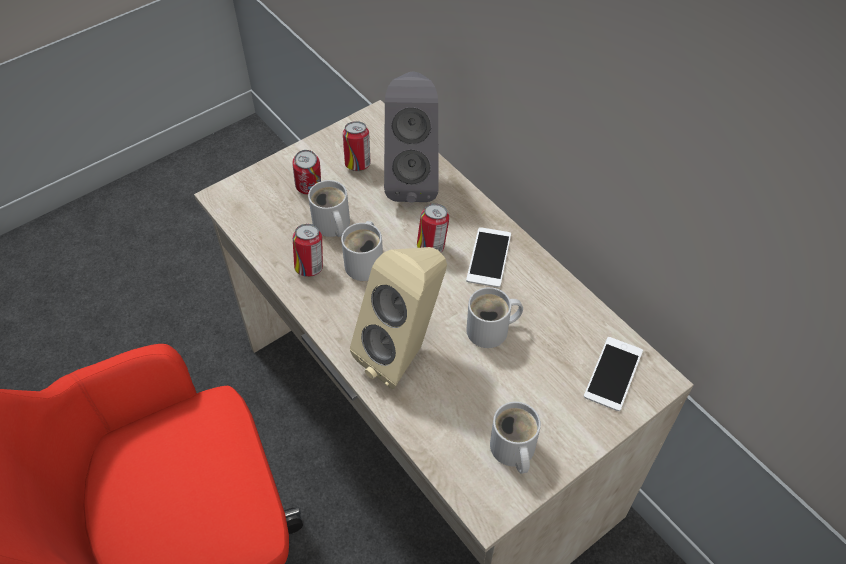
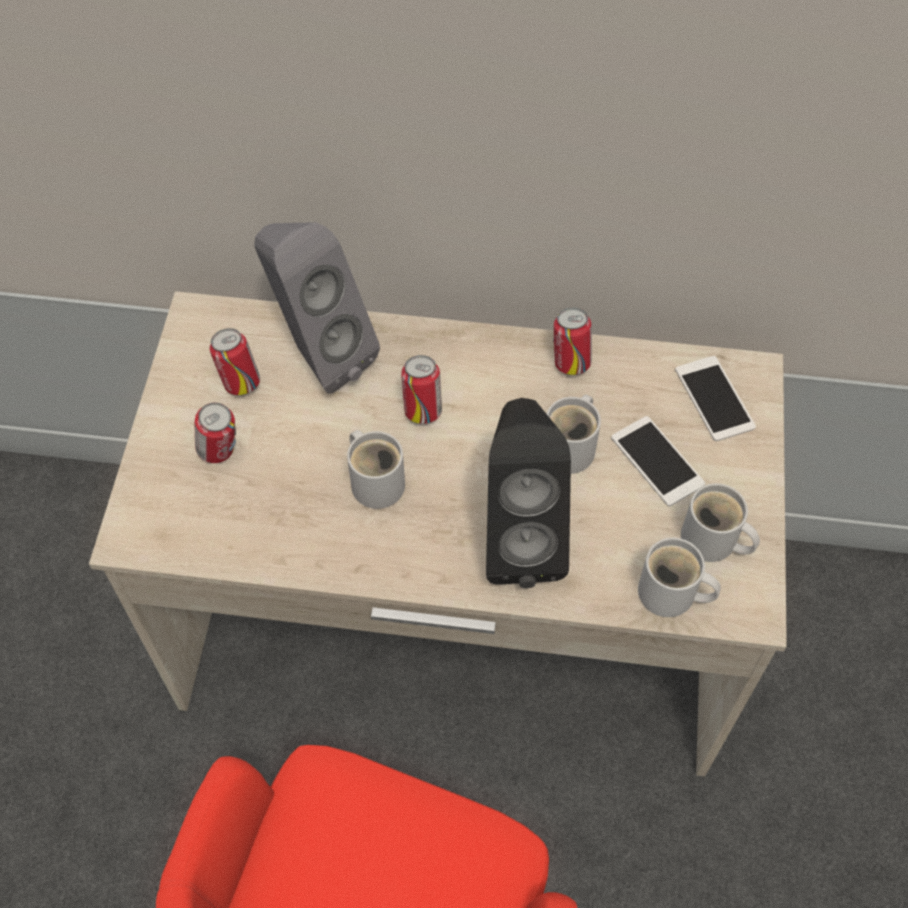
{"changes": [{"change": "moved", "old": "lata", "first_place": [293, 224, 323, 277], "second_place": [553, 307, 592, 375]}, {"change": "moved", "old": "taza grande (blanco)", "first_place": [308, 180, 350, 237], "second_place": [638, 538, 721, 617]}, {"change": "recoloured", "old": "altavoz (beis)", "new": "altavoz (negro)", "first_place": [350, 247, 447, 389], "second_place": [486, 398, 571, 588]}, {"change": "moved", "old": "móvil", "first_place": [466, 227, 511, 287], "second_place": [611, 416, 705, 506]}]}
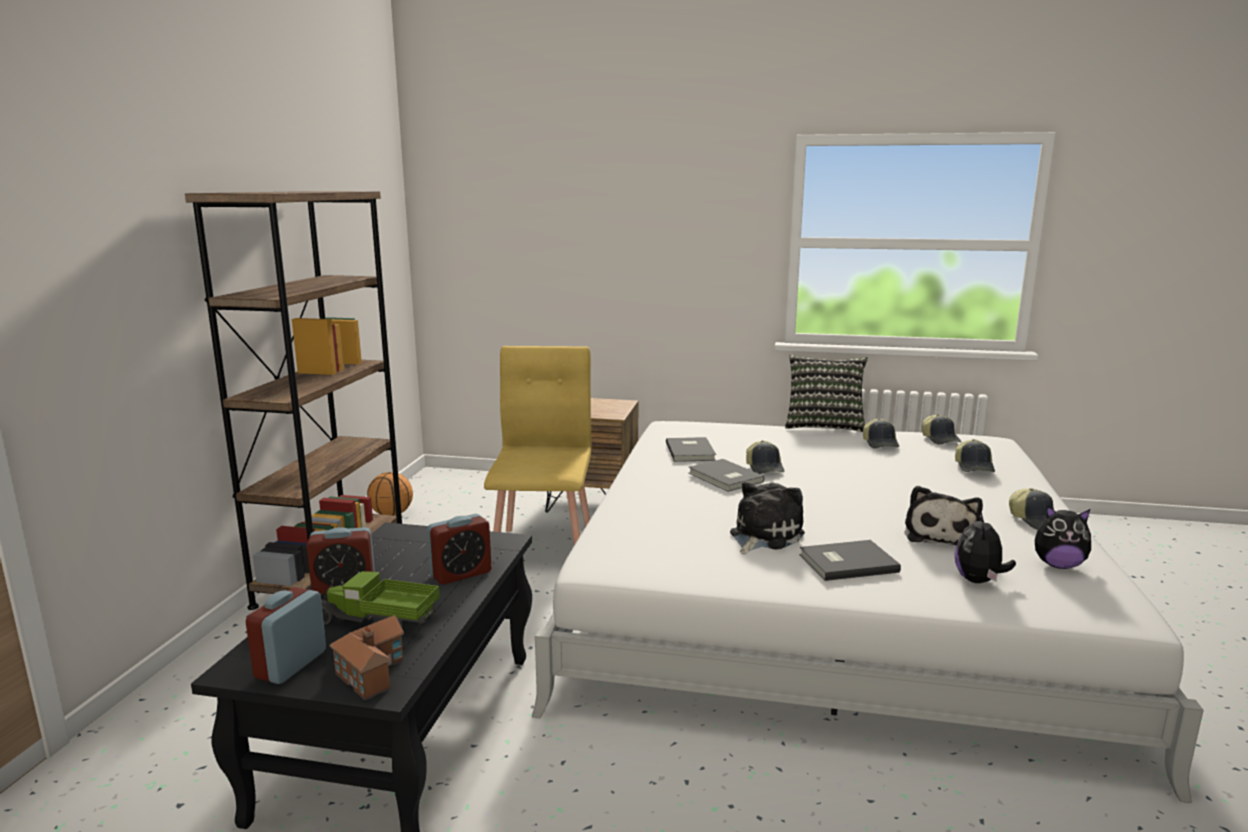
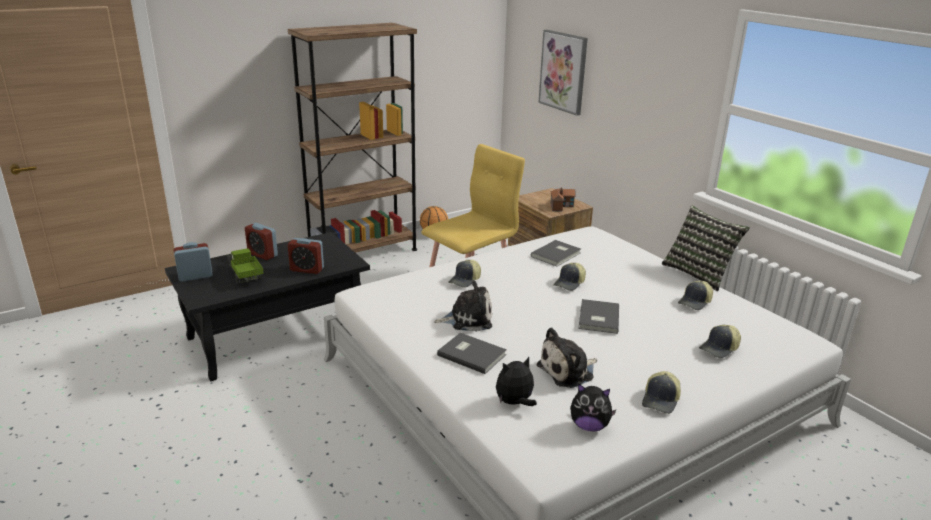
{"changes": [{"change": "moved", "old": "casita", "first_place": [330, 615, 404, 700], "second_place": [550, 187, 576, 212]}, {"change": "moved", "old": "libro (gris)", "first_place": [689, 459, 764, 492], "second_place": [578, 299, 619, 334]}, {"change": "moved", "old": "gorra", "first_place": [922, 414, 962, 444], "second_place": [448, 260, 481, 288]}, {"change": "turned", "old": "peluche", "first_place": [1035, 506, 1091, 569], "second_place": [570, 383, 616, 431], "degrees": -45}, {"change": "added", "new": "cuadro", "second_place": [538, 30, 588, 116]}]}
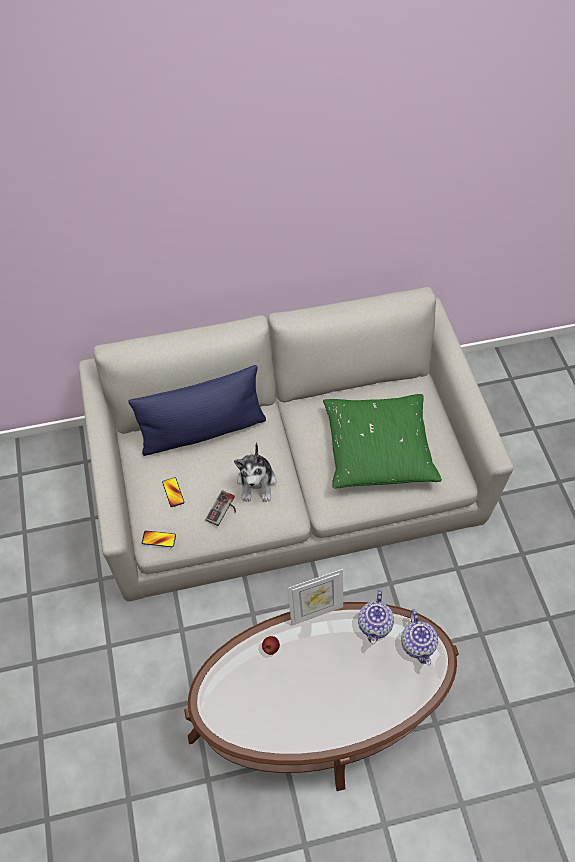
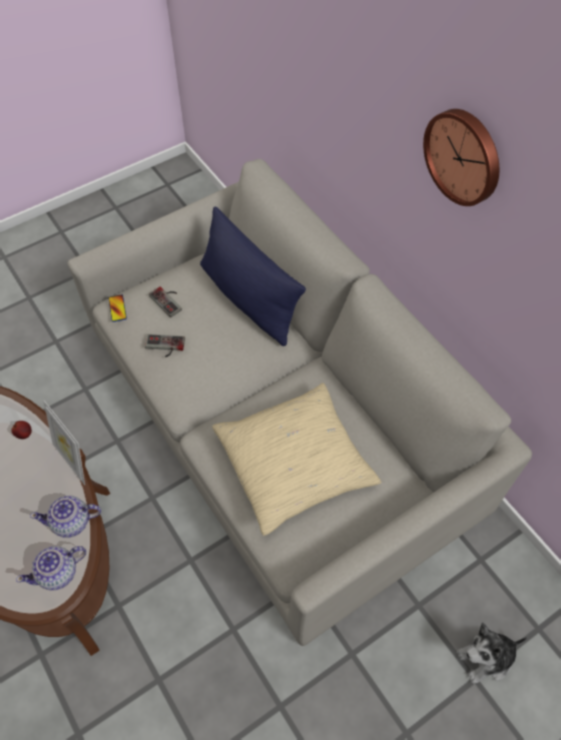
{"changes": [{"change": "replaced", "old": "móvil", "new": "mando de consola", "first_place": [162, 477, 184, 507], "second_place": [149, 287, 182, 318]}, {"change": "moved", "old": "peluche", "first_place": [234, 442, 276, 502], "second_place": [457, 622, 528, 684]}, {"change": "recoloured", "old": "cojín (verde)", "new": "cojín (beis)", "first_place": [323, 394, 442, 489], "second_place": [212, 383, 382, 536]}, {"change": "added", "new": "reloj de pared", "second_place": [423, 109, 499, 206]}]}
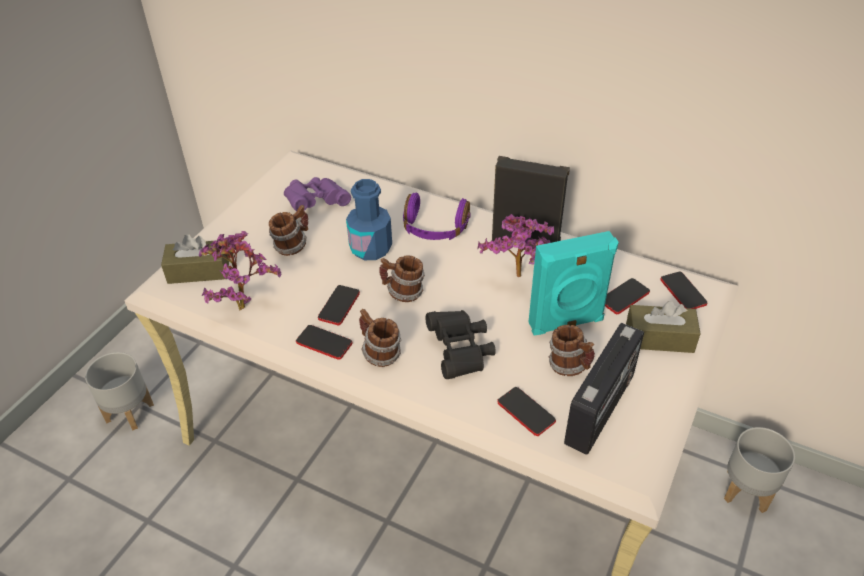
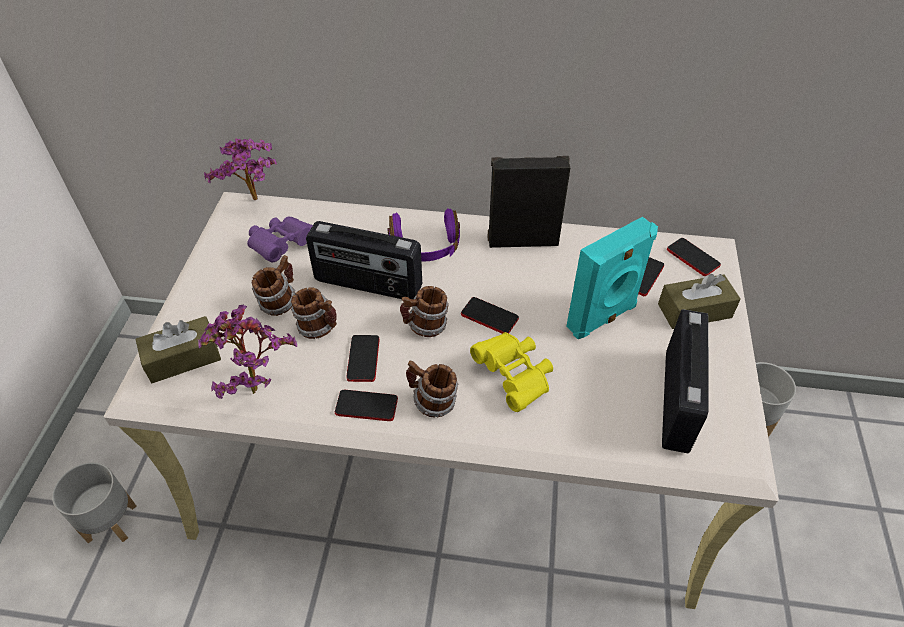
{"changes": [{"change": "replaced", "old": "botella (azul)", "new": "radio", "first_place": [346, 179, 392, 260], "second_place": [306, 221, 422, 299]}, {"change": "recoloured", "old": "prismáticos (negro)", "new": "prismáticos (amarillo)", "first_place": [426, 310, 496, 379], "second_place": [470, 332, 553, 412]}, {"change": "moved", "old": "planta en maceta", "first_place": [477, 214, 554, 277], "second_place": [204, 138, 277, 200]}, {"change": "moved", "old": "móvil", "first_place": [497, 387, 556, 436], "second_place": [461, 297, 519, 333]}, {"change": "moved", "old": "taza grande", "first_place": [549, 325, 595, 376], "second_place": [291, 287, 337, 339]}]}
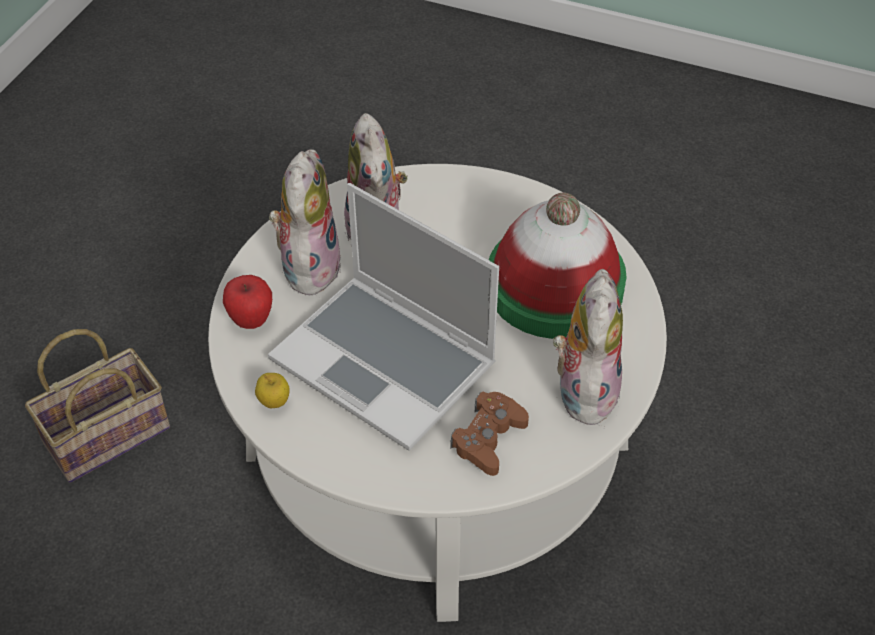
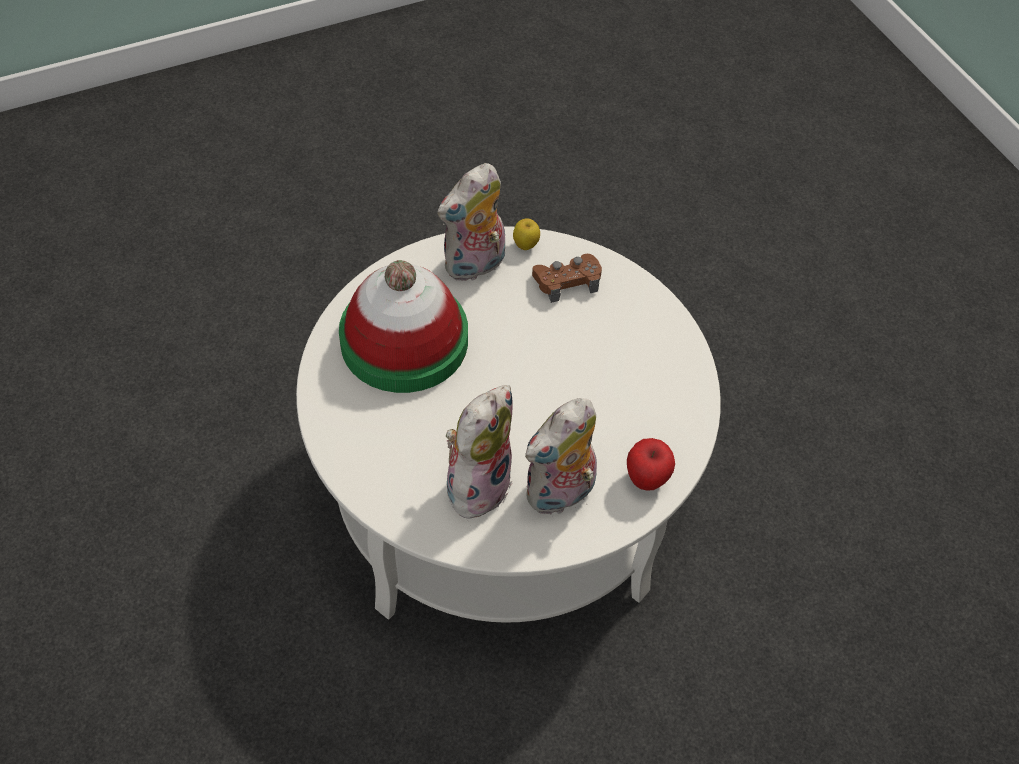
{"changes": [{"change": "removed", "old": "cesta", "first_place": [25, 329, 170, 483]}, {"change": "moved", "old": "manzana", "first_place": [255, 373, 290, 408], "second_place": [513, 218, 540, 250]}, {"change": "removed", "old": "portátil", "first_place": [268, 183, 499, 451]}]}
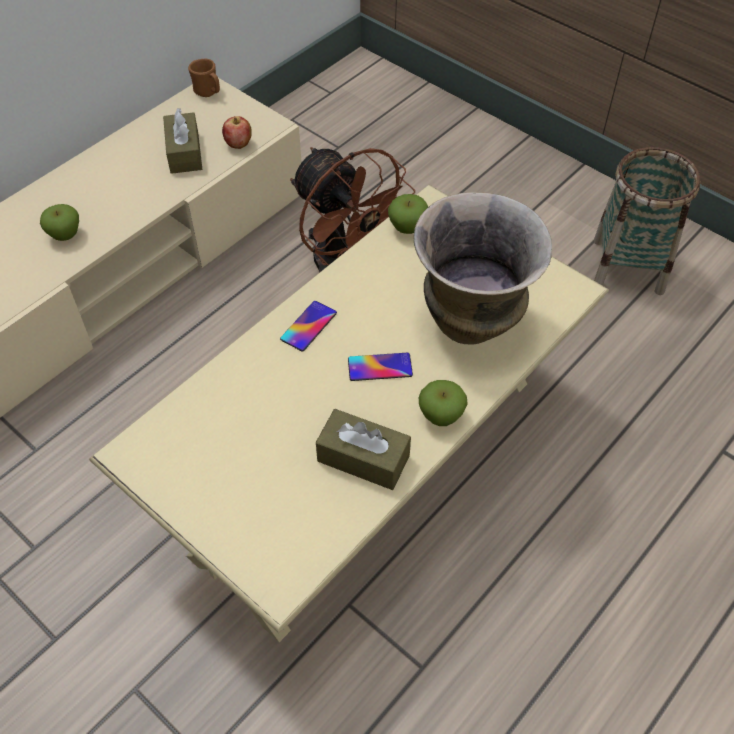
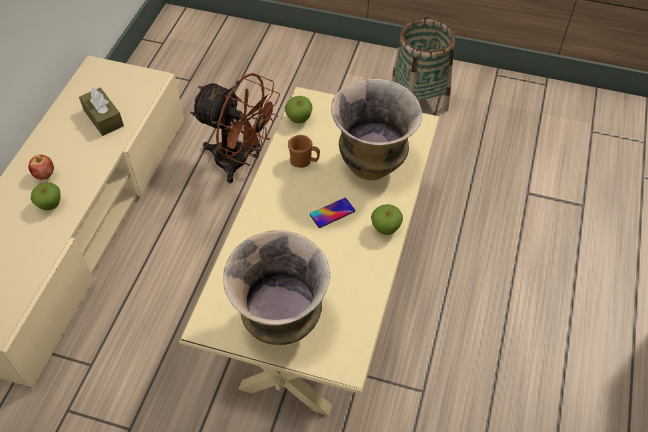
{"changes": [{"change": "moved", "old": "taza grande (marrón)", "first_place": [188, 59, 220, 97], "second_place": [288, 135, 320, 168]}, {"change": "moved", "old": "manzana", "first_place": [222, 116, 252, 149], "second_place": [29, 154, 54, 180]}, {"change": "removed", "old": "móvil", "first_place": [280, 301, 337, 351]}, {"change": "removed", "old": "caja de pañuelos (marrón)", "first_place": [316, 409, 411, 490]}, {"change": "added", "new": "florero", "second_place": [223, 230, 330, 345]}]}
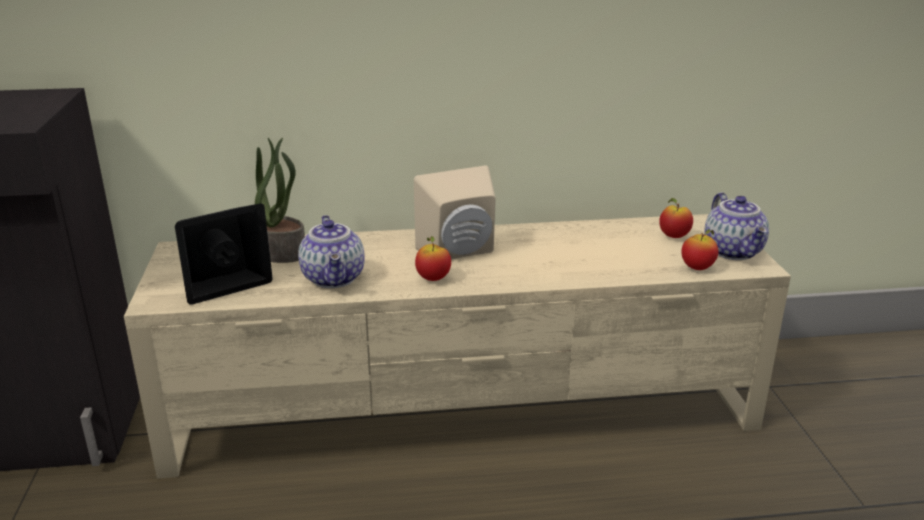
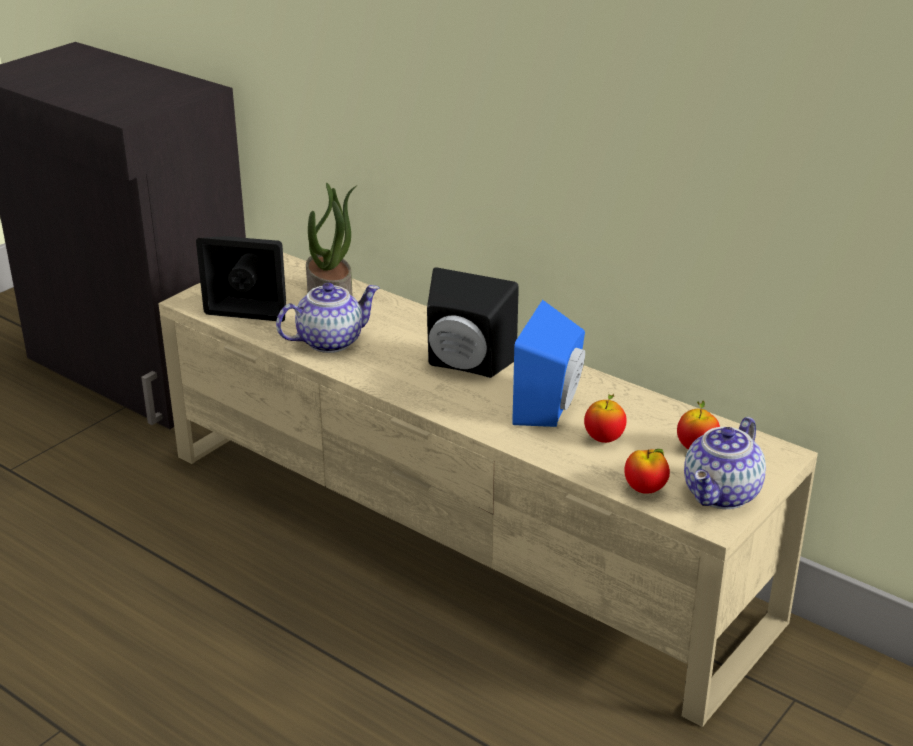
{"changes": [{"change": "turned", "old": "tetera", "first_place": [298, 215, 365, 288], "second_place": [276, 283, 380, 353], "degrees": -150}, {"change": "recoloured", "old": "altavoz (beis)", "new": "altavoz (negro)", "first_place": [414, 165, 496, 259], "second_place": [427, 267, 519, 378]}, {"change": "moved", "old": "manzana", "first_place": [415, 236, 451, 281], "second_place": [584, 393, 627, 443]}, {"change": "added", "new": "altavoz (azul)", "second_place": [512, 300, 585, 427]}]}
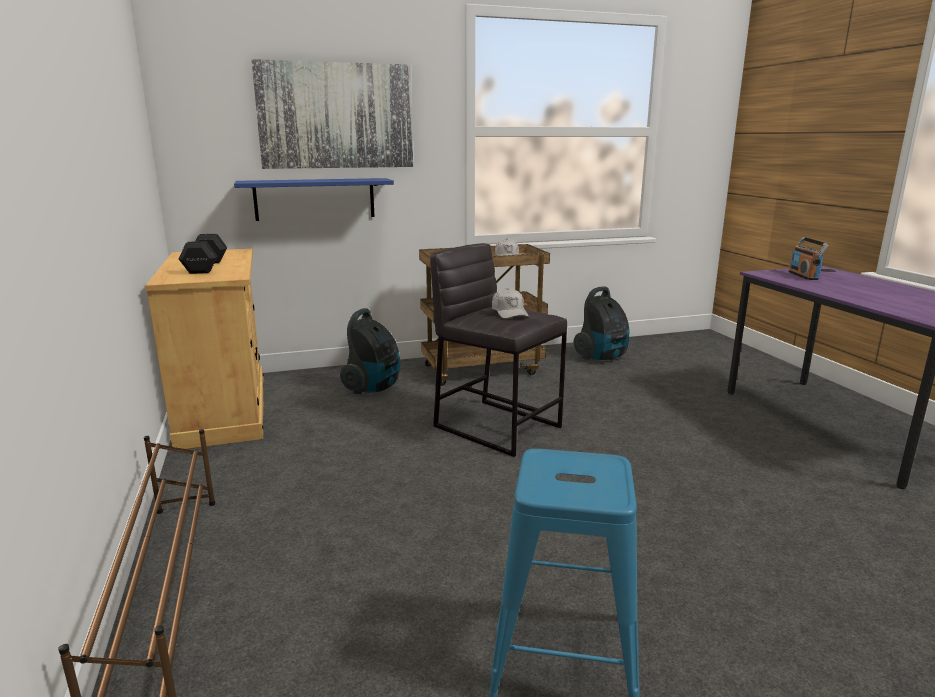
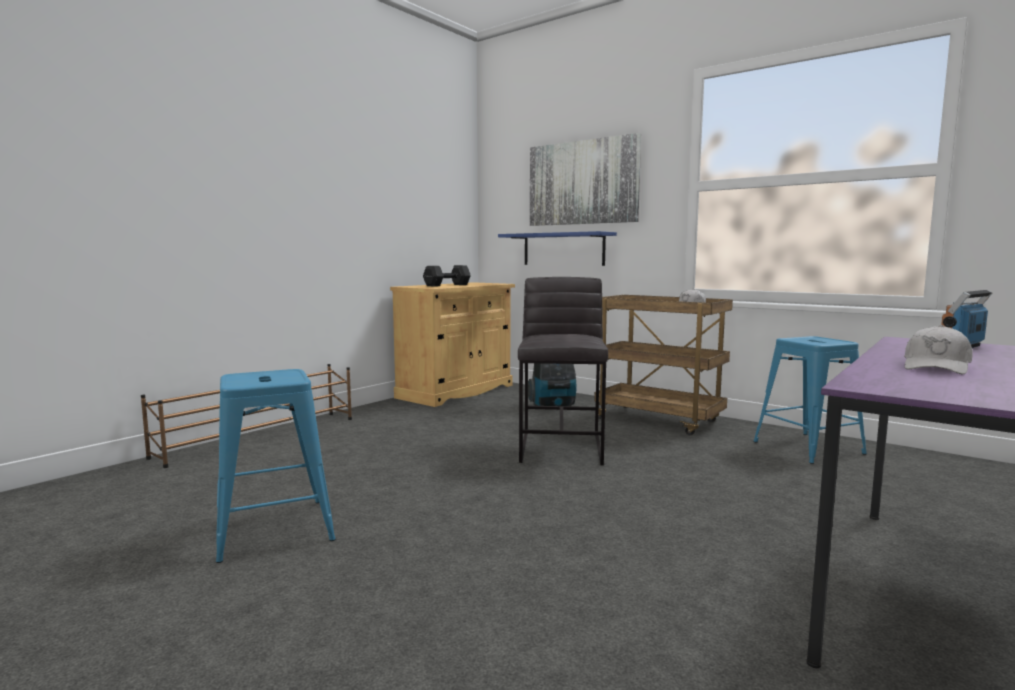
{"changes": [{"change": "moved", "old": "gorra (blanco)", "first_place": [492, 288, 529, 319], "second_place": [904, 325, 973, 374]}, {"change": "replaced", "old": "aspiradora", "new": "taburete (azul)", "first_place": [573, 286, 629, 360], "second_place": [753, 336, 867, 464]}]}
